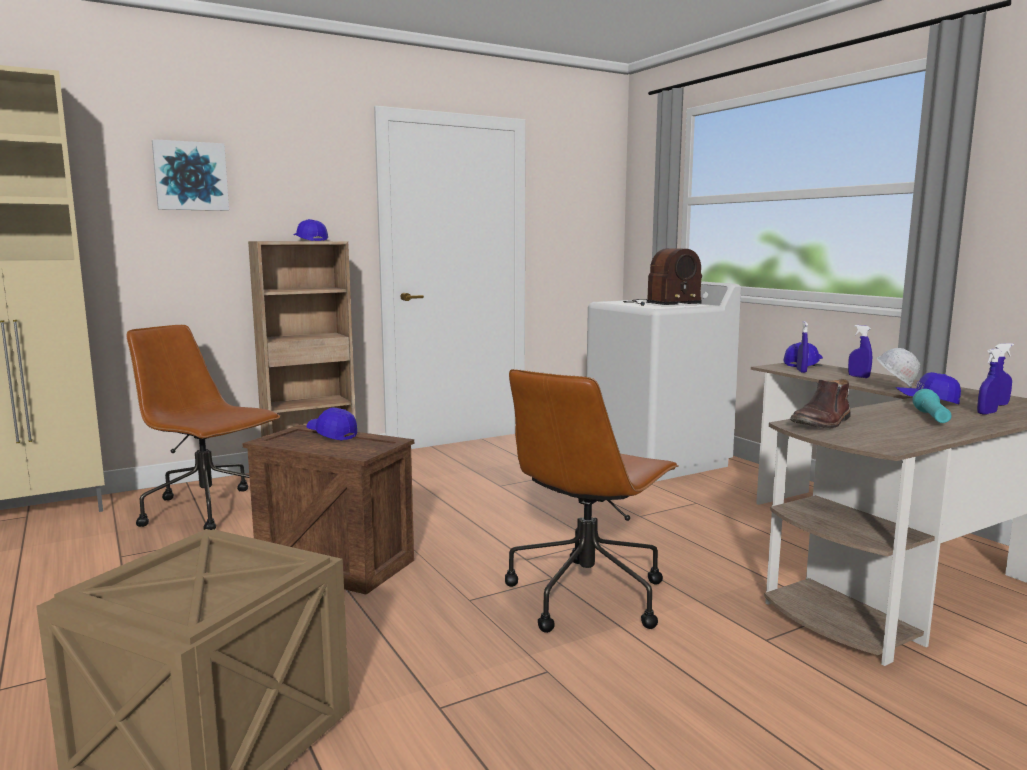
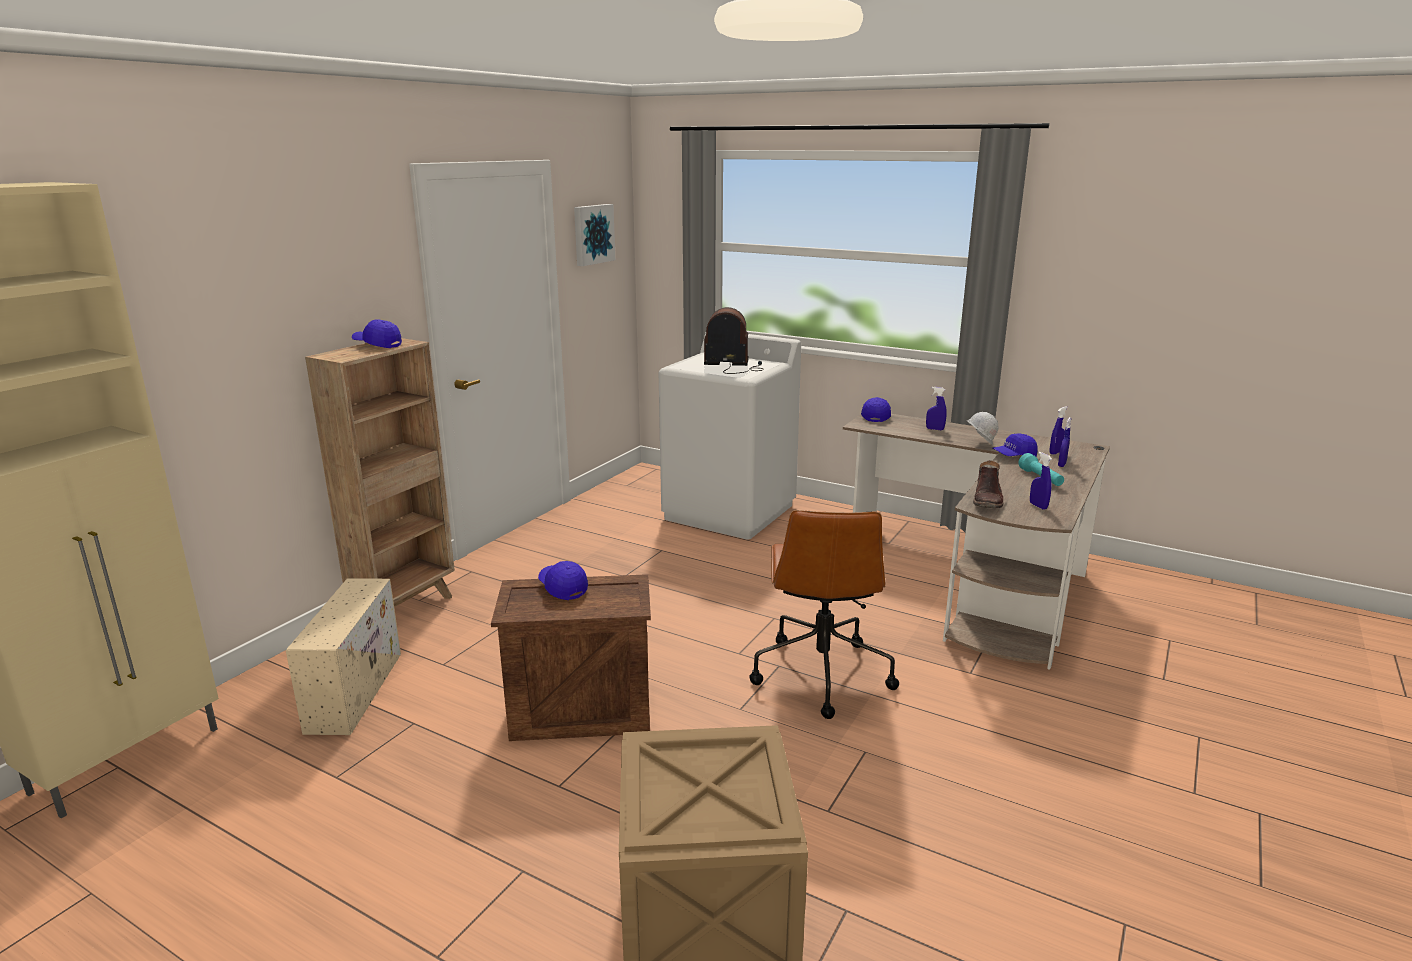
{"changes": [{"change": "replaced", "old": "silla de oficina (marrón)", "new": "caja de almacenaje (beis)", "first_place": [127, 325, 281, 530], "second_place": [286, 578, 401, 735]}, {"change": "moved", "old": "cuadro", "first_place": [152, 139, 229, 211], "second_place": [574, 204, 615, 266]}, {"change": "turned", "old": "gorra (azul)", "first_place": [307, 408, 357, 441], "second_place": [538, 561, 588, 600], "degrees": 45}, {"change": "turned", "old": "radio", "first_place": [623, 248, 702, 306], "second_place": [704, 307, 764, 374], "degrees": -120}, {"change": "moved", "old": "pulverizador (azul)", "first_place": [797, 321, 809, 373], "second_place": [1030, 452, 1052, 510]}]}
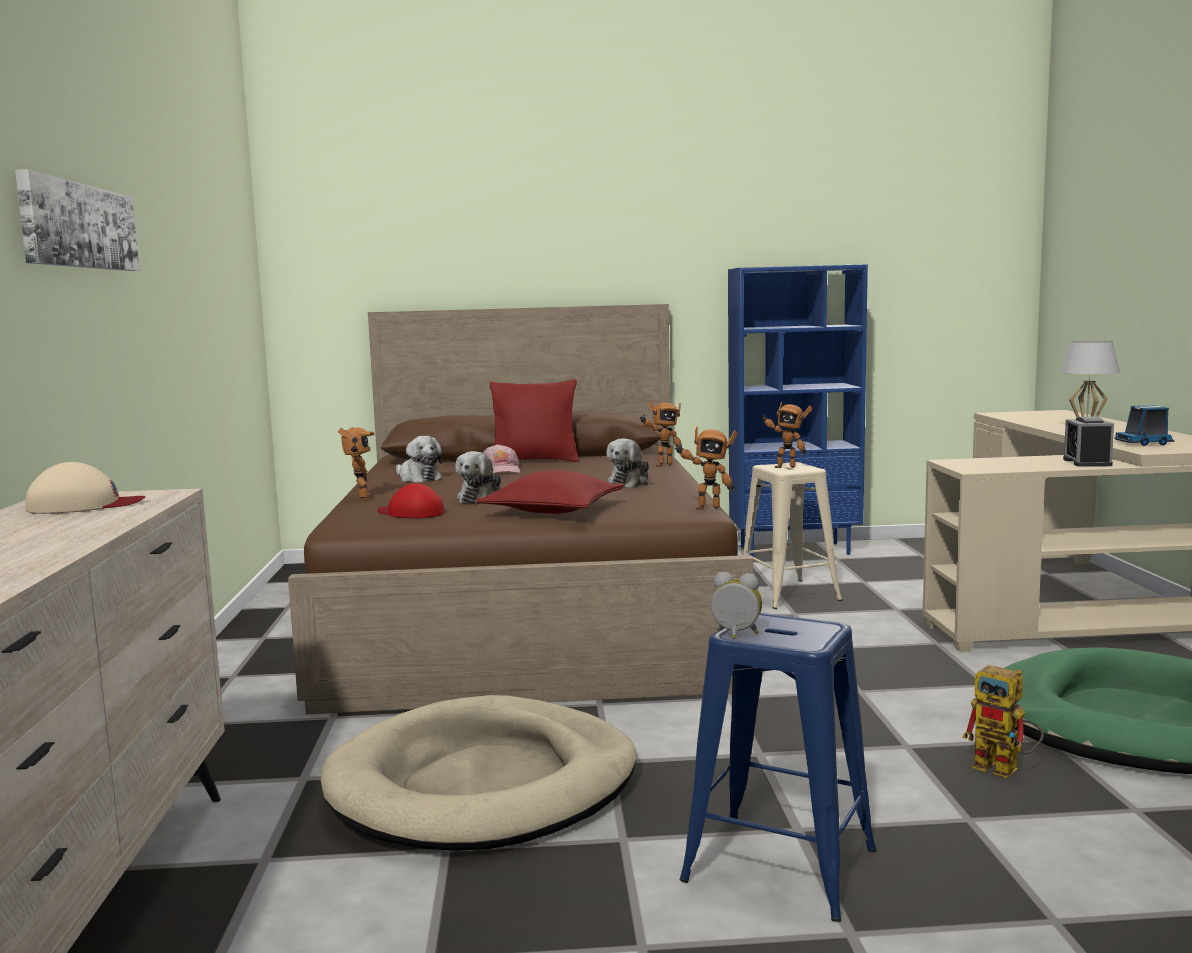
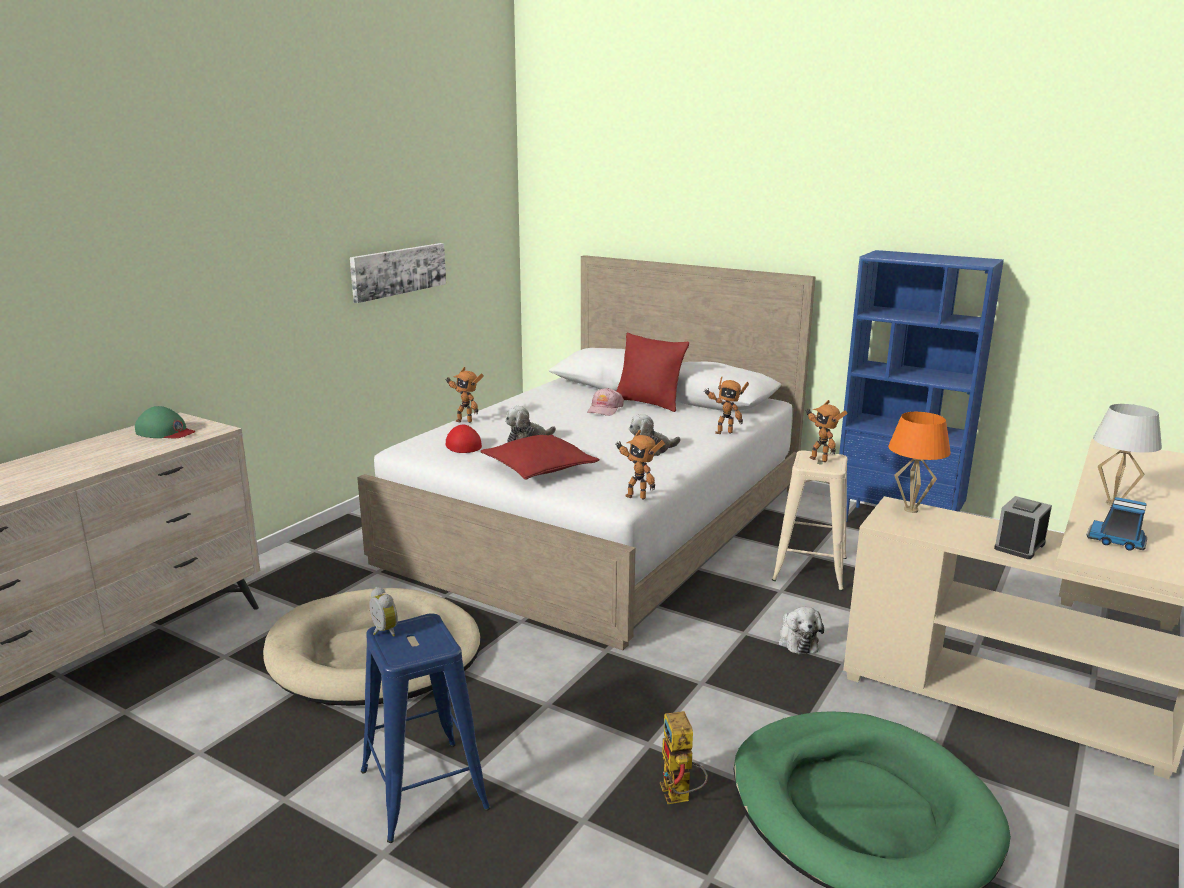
{"changes": [{"change": "moved", "old": "cuadro", "first_place": [15, 169, 139, 271], "second_place": [350, 243, 446, 303]}, {"change": "recoloured", "old": "gorra (beis)", "new": "gorra (verde)", "first_place": [25, 462, 146, 514], "second_place": [135, 406, 195, 438]}, {"change": "recoloured", "old": "cama (marrón)", "new": "cama (blanco)", "first_place": [288, 304, 753, 714], "second_place": [357, 255, 816, 650]}, {"change": "turned", "old": "robot de juguete", "first_place": [338, 427, 375, 502], "second_place": [445, 367, 484, 423], "degrees": 90}, {"change": "moved", "old": "peluche", "first_place": [396, 436, 442, 483], "second_place": [778, 607, 824, 654]}, {"change": "added", "new": "lámpara de mesa (naranja)", "second_place": [888, 412, 951, 513]}]}
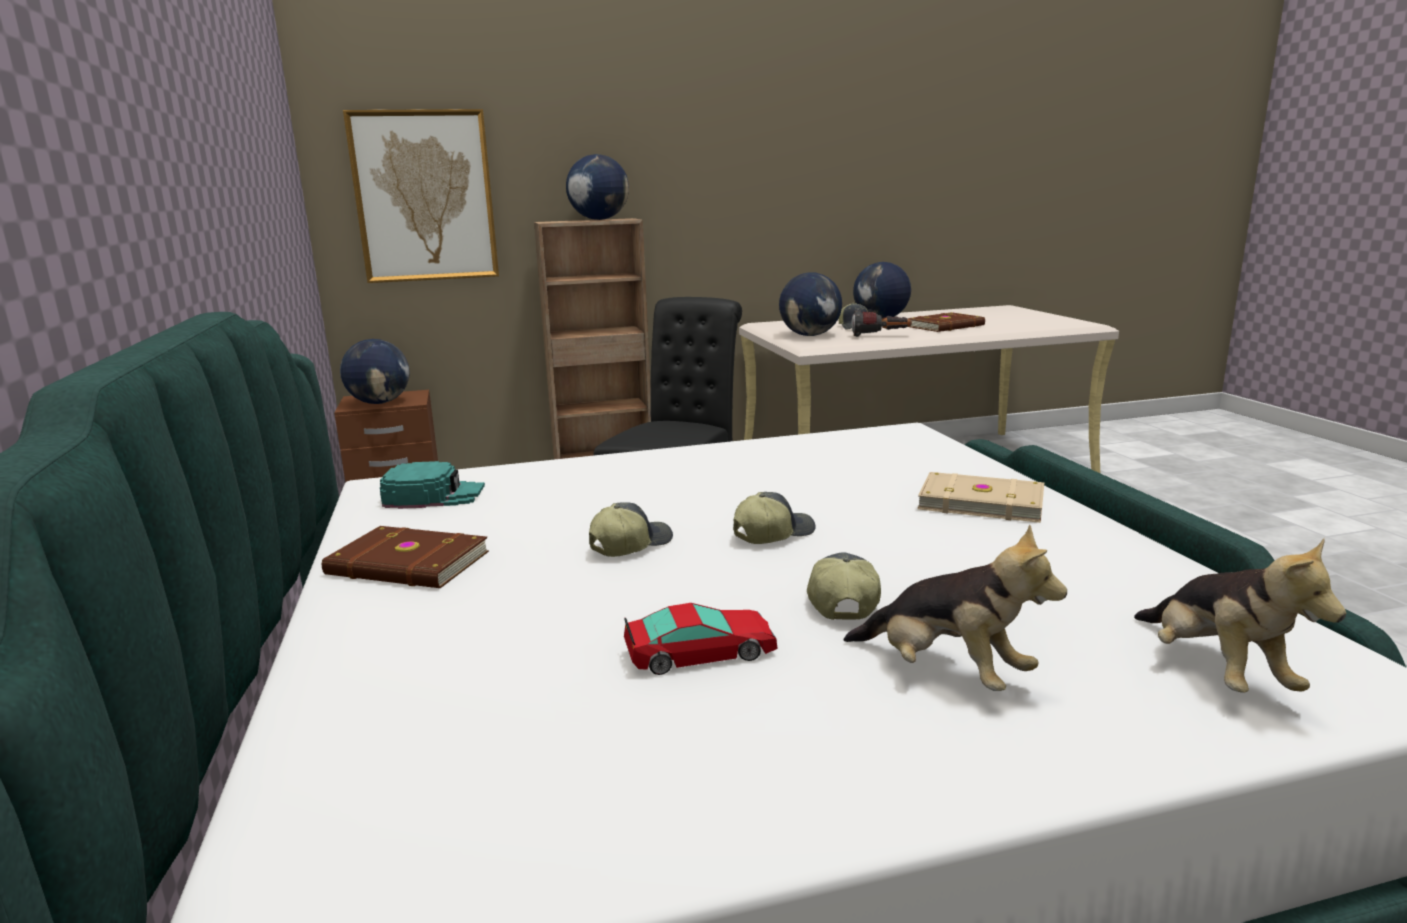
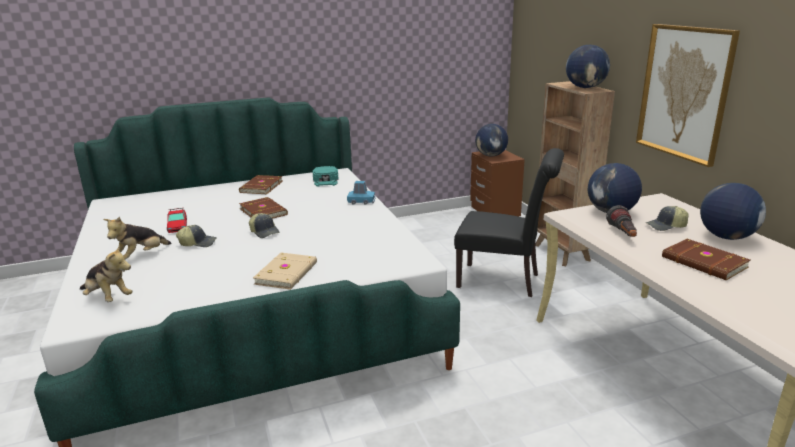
{"changes": [{"change": "moved", "old": "cuadro", "first_place": [343, 109, 499, 283], "second_place": [636, 24, 740, 167]}, {"change": "replaced", "old": "gorra", "new": "libro (marrón)", "first_place": [589, 502, 673, 557], "second_place": [239, 197, 288, 219]}, {"change": "turned", "old": "peluche", "first_place": [1134, 538, 1346, 693], "second_place": [80, 245, 132, 302], "degrees": -135}, {"change": "added", "new": "coche de juguete (azul)", "second_place": [347, 181, 376, 205]}]}
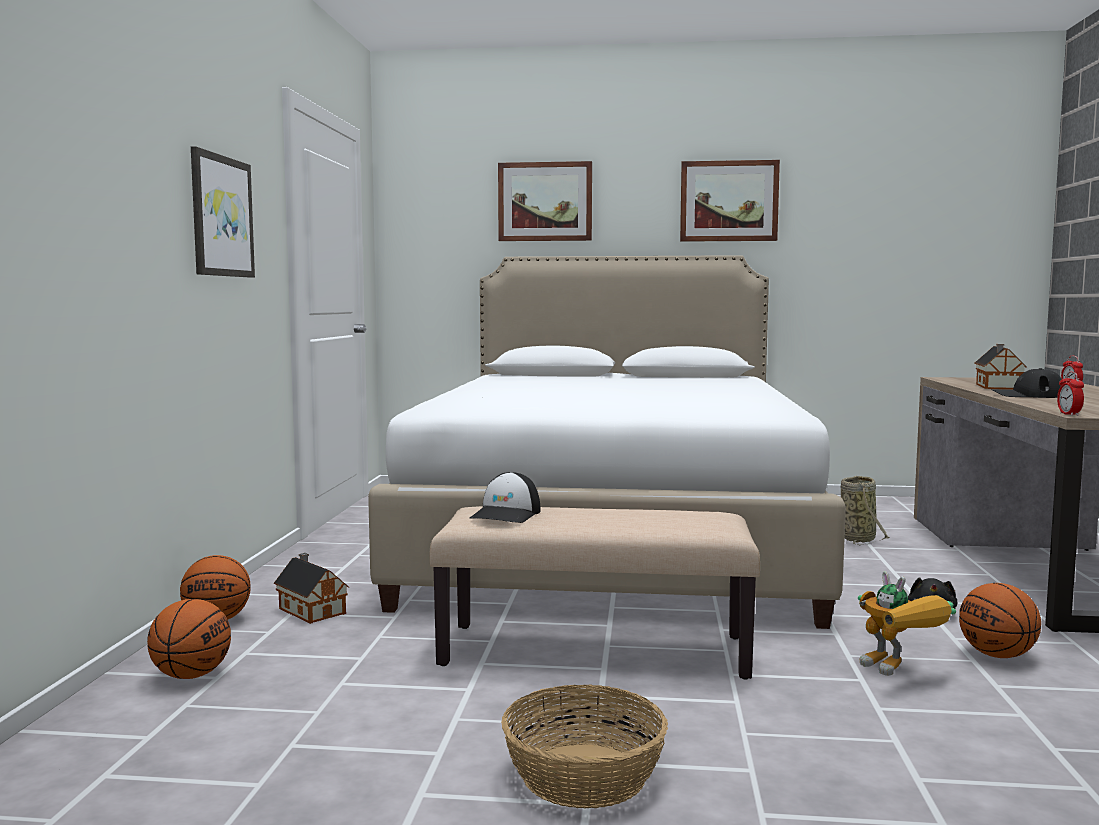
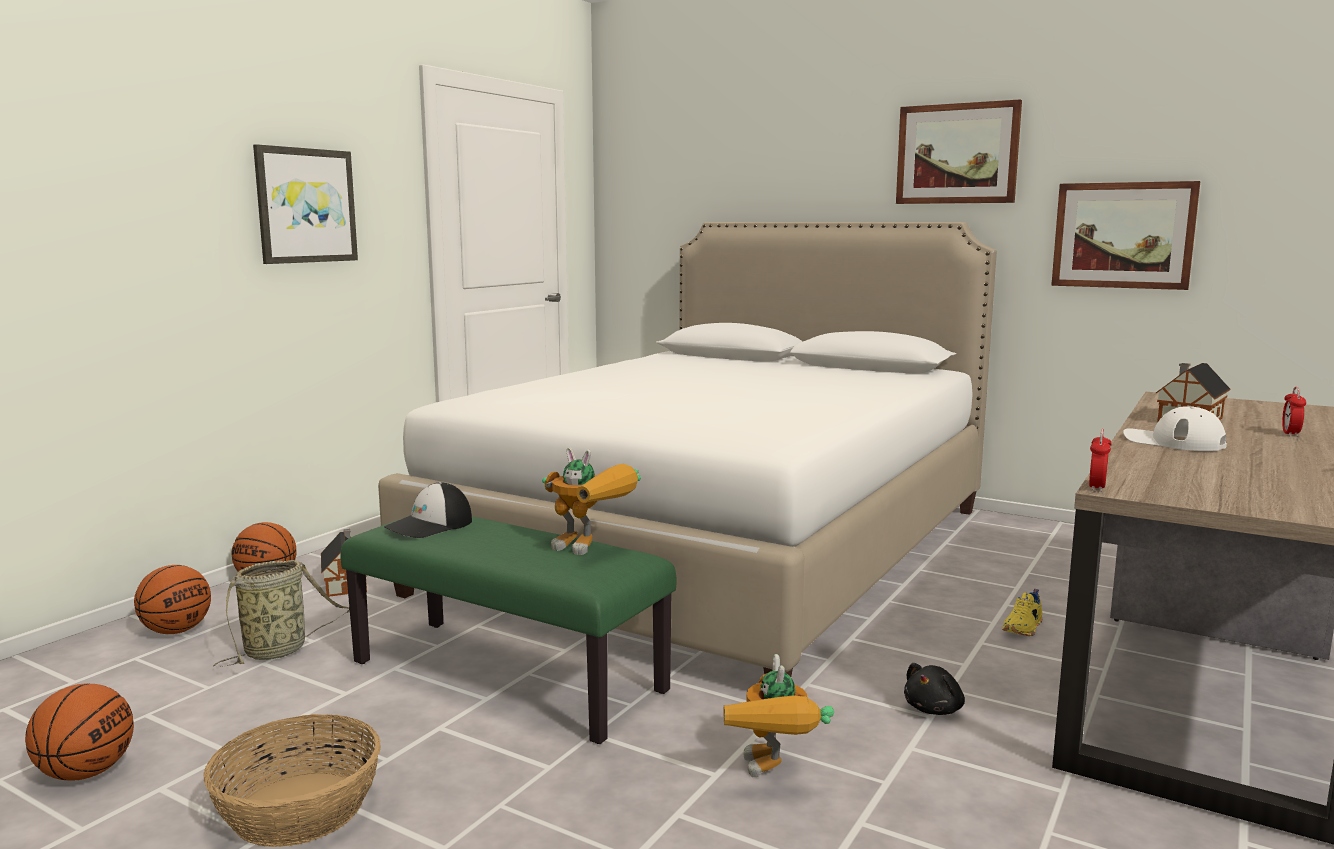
{"changes": [{"change": "recoloured", "old": "banco (beis)", "new": "banco (verde)", "first_place": [429, 506, 760, 680], "second_place": [340, 516, 676, 744]}, {"change": "moved", "old": "cuadro", "first_place": [498, 161, 592, 241], "second_place": [1051, 181, 1201, 290]}, {"change": "moved", "old": "cesta", "first_place": [841, 476, 890, 546], "second_place": [214, 560, 350, 667]}, {"change": "moved", "old": "balón de baloncesto", "first_place": [959, 583, 1041, 658], "second_place": [25, 684, 134, 781]}, {"change": "recoloured", "old": "gorra (negro)", "new": "gorra (blanco)", "first_place": [991, 368, 1062, 398], "second_place": [1123, 406, 1227, 451]}, {"change": "added", "new": "robot de juguete", "second_place": [542, 447, 641, 555]}, {"change": "added", "new": "zapato (amarillo)", "second_place": [1002, 589, 1043, 636]}]}
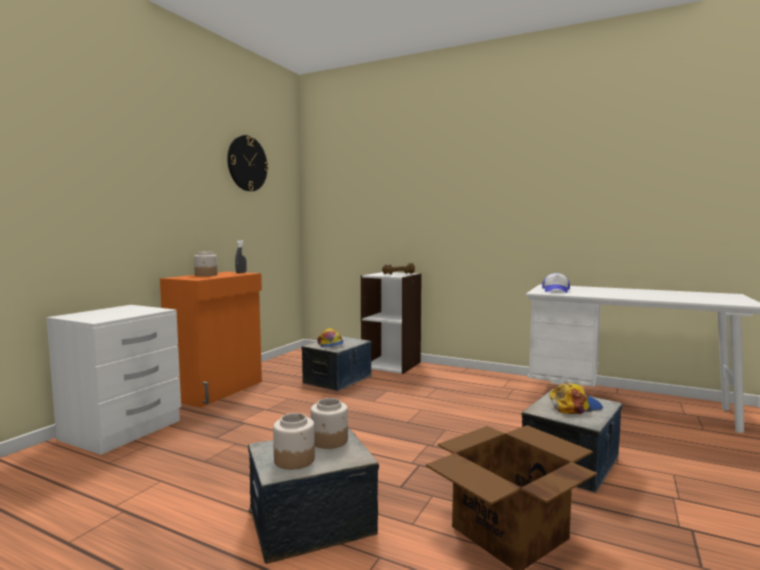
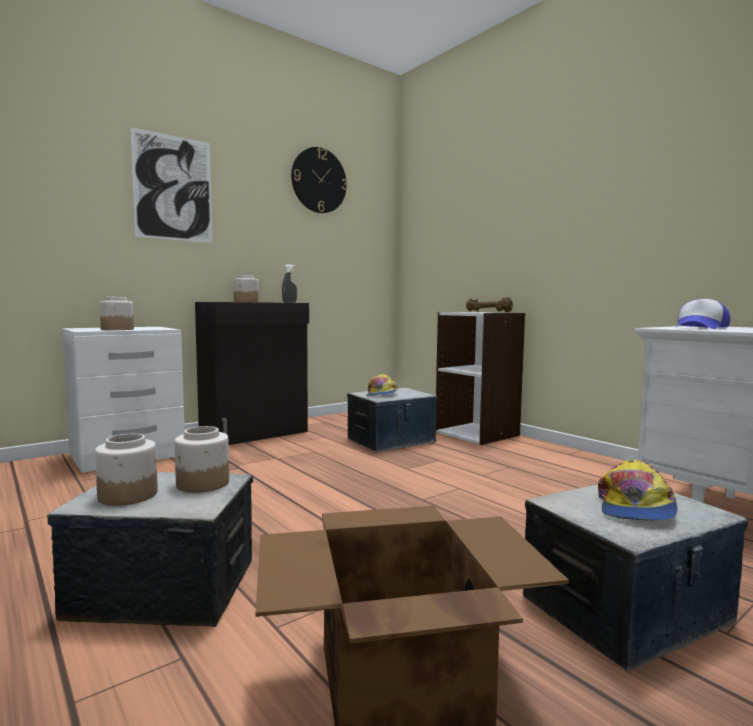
{"changes": [{"change": "recoloured", "old": "armario (naranja)", "new": "armario (negro)", "first_place": [160, 272, 262, 408], "second_place": [195, 302, 309, 445]}, {"change": "turned", "old": "gorra", "first_place": [549, 383, 603, 414], "second_place": [598, 460, 677, 521], "degrees": 105}, {"change": "added", "new": "tarro", "second_place": [100, 297, 134, 330]}, {"change": "added", "new": "cuadro", "second_place": [130, 127, 212, 243]}]}
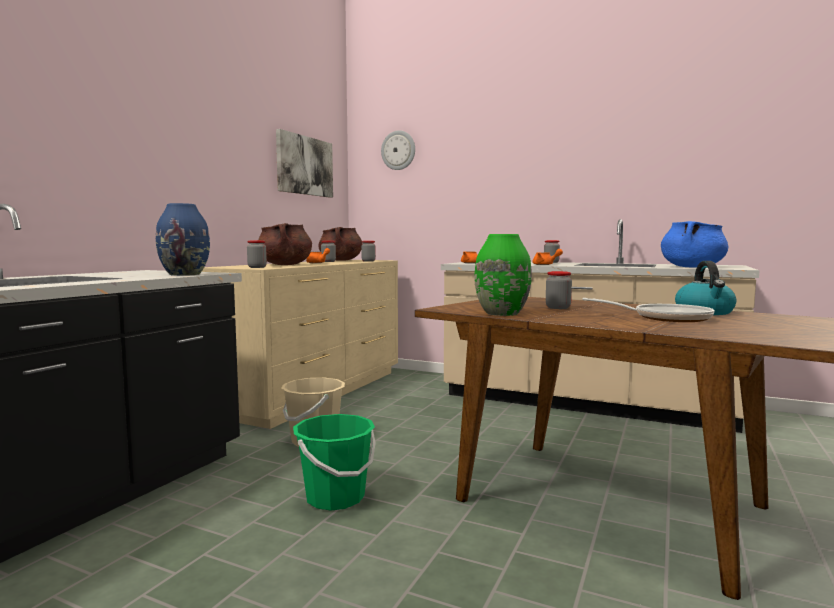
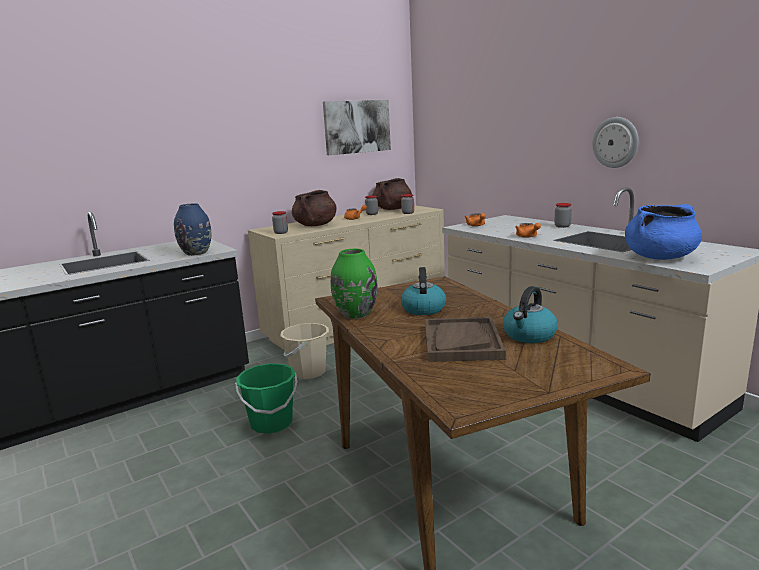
{"changes": [{"change": "moved", "old": "reloj de pared", "first_place": [381, 130, 415, 170], "second_place": [593, 117, 639, 168]}, {"change": "replaced", "old": "tarro", "new": "hervidor", "first_place": [546, 271, 572, 309], "second_place": [401, 267, 446, 315]}, {"change": "replaced", "old": "sartén", "new": "bandeja (marrón)", "first_place": [582, 298, 714, 322], "second_place": [425, 317, 506, 362]}]}
